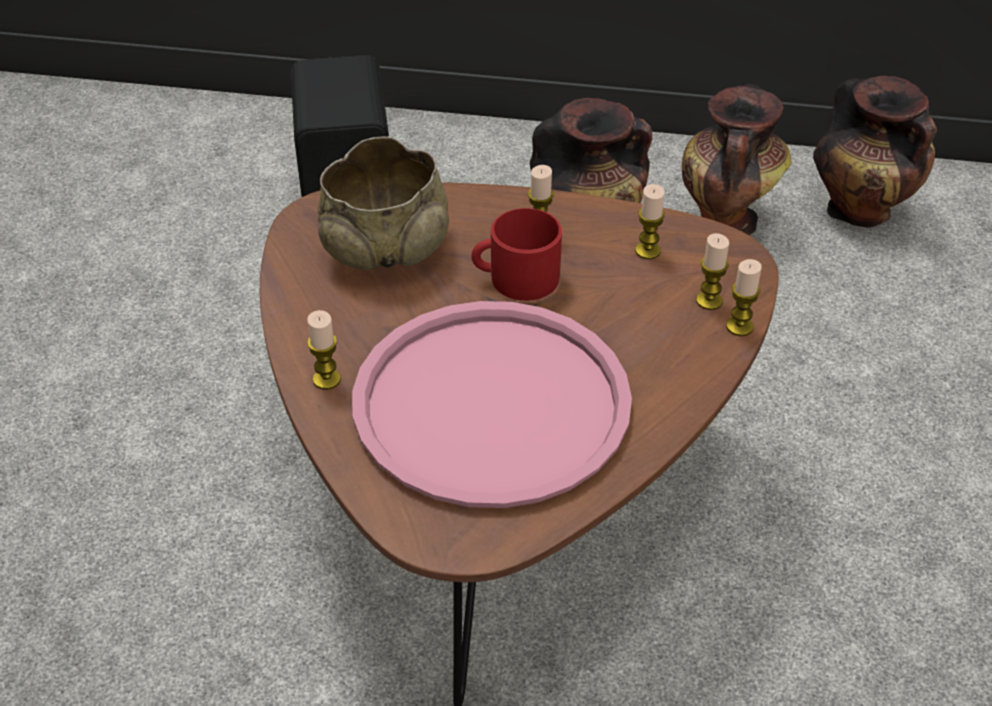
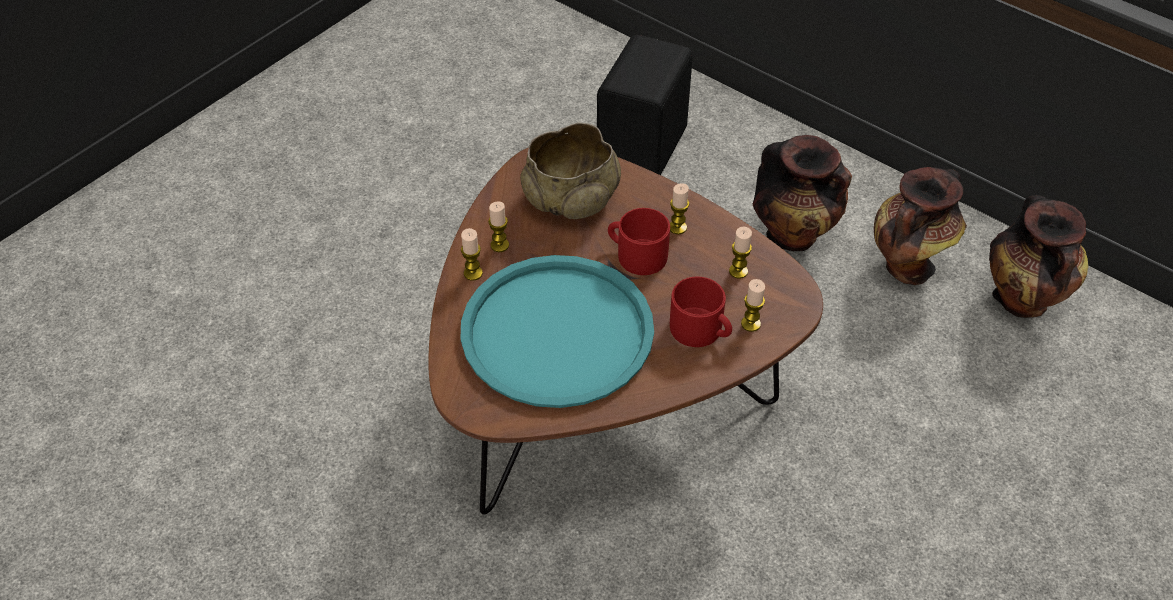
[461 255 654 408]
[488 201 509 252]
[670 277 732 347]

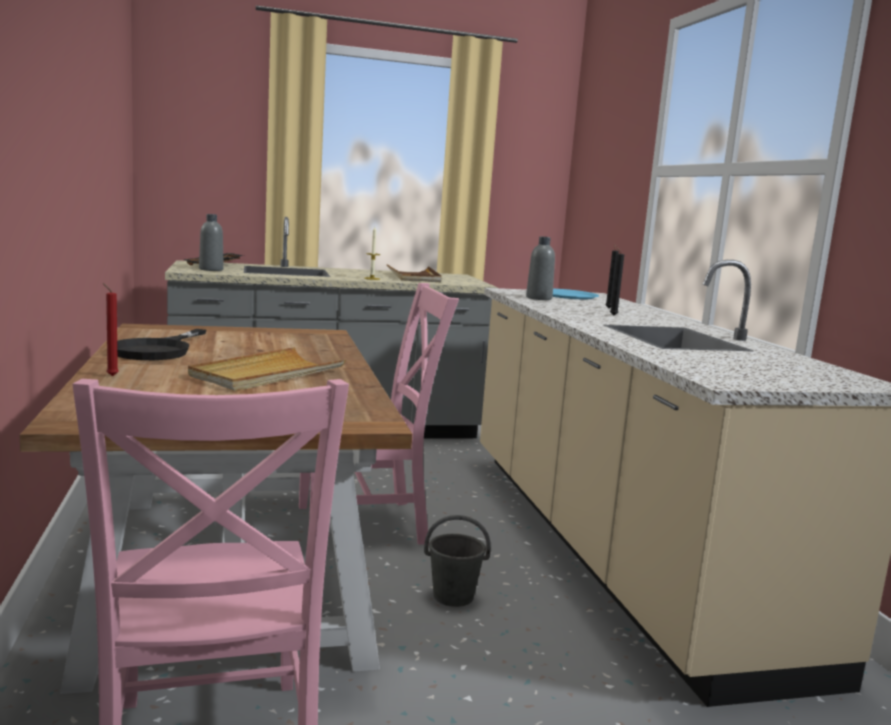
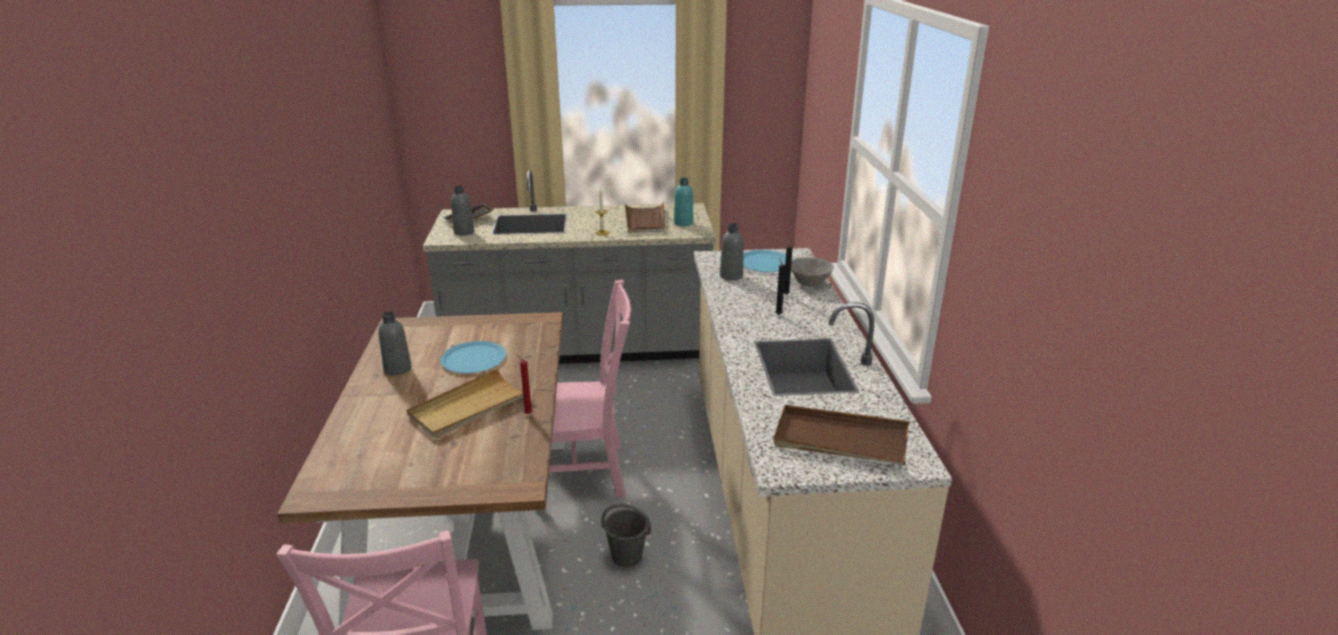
[378 311 412 375]
[440 341 506 373]
[517 354 532 415]
[674 178 694 226]
[774 405 909 465]
[791 257 834 287]

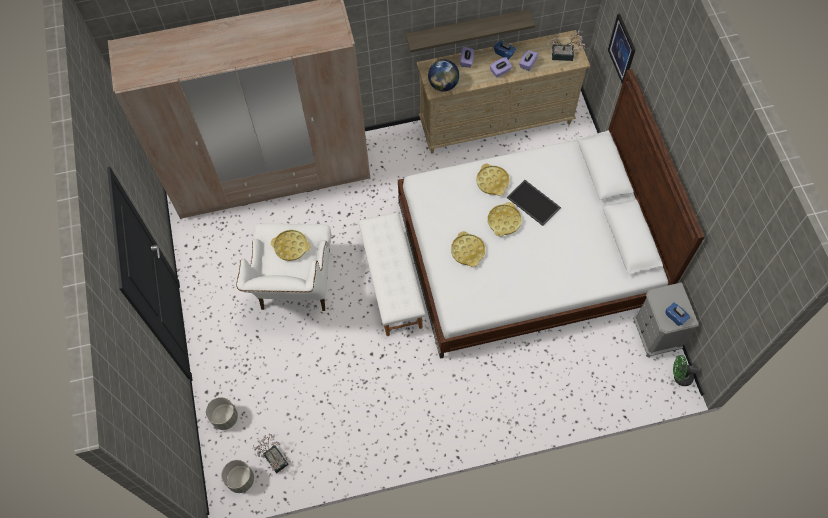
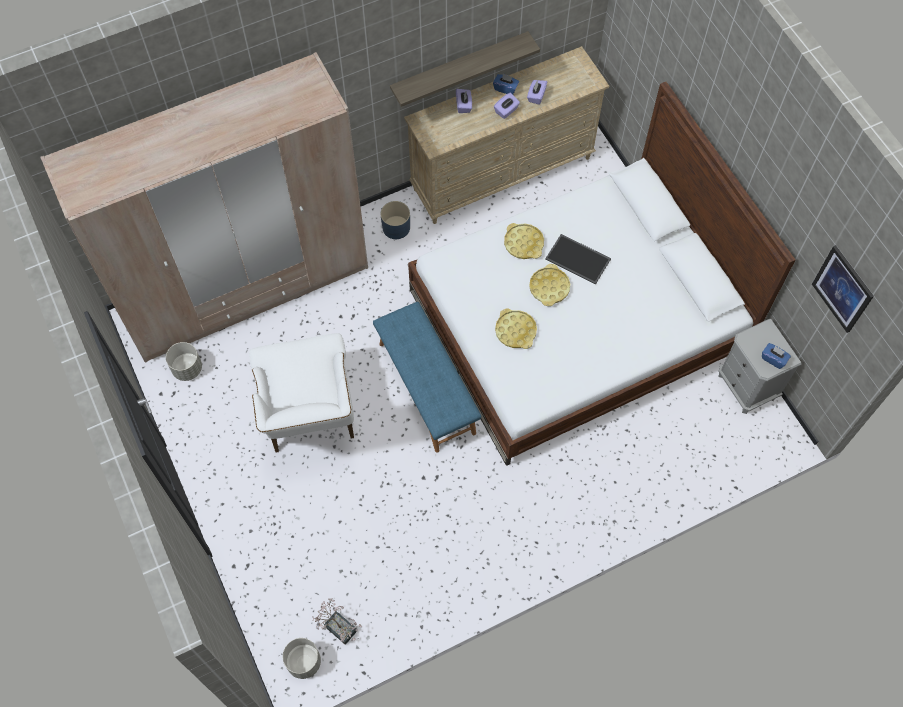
[166 342 202 381]
[373 302 481 453]
[380 201 410 239]
[812 245 874 333]
[270 229 311 261] (first image)
[428 60 459 92] (first image)
[547 31 585 61] (first image)
[673 355 699 386] (first image)

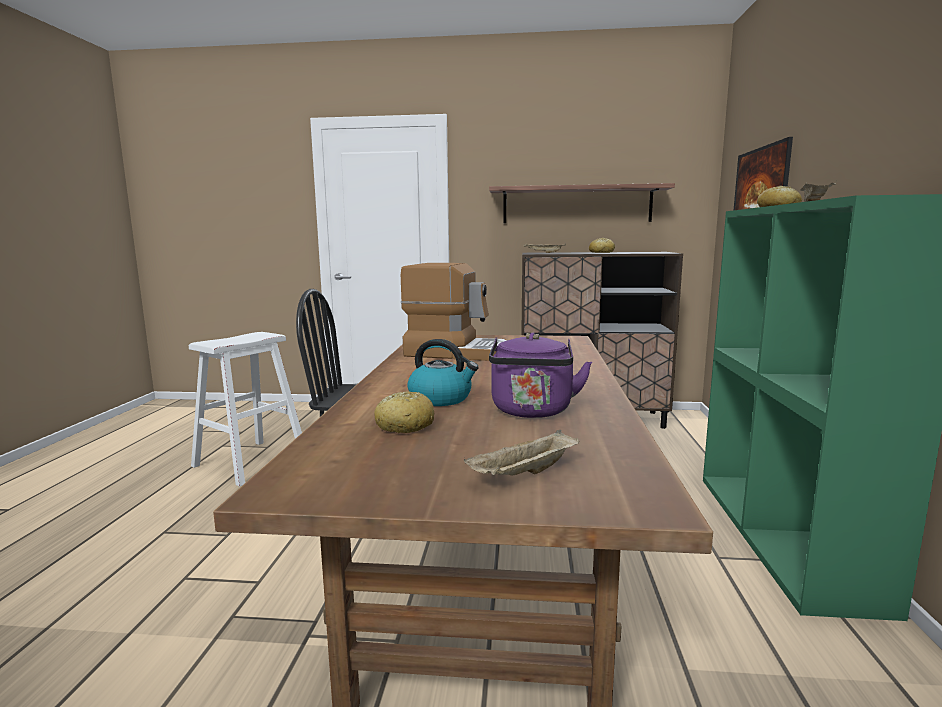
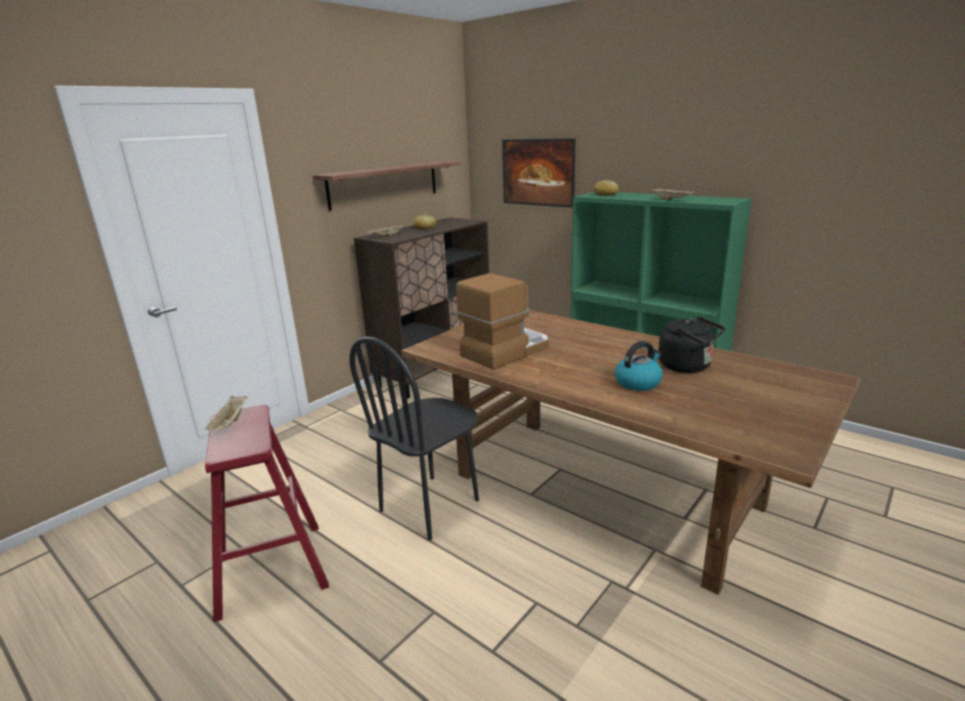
[205 396 248 430]
[205 405 329 622]
[659 316 725 373]
[374 391 434 433] (first image)

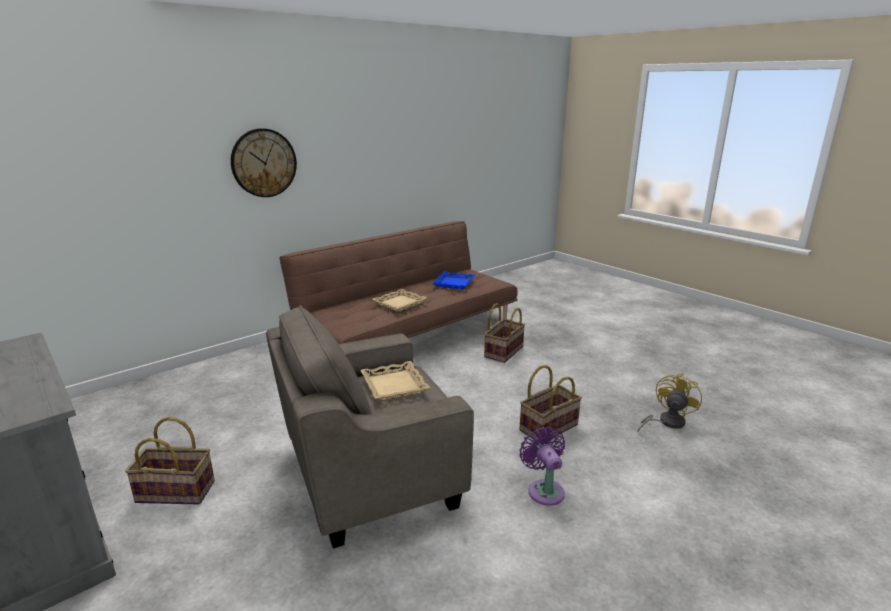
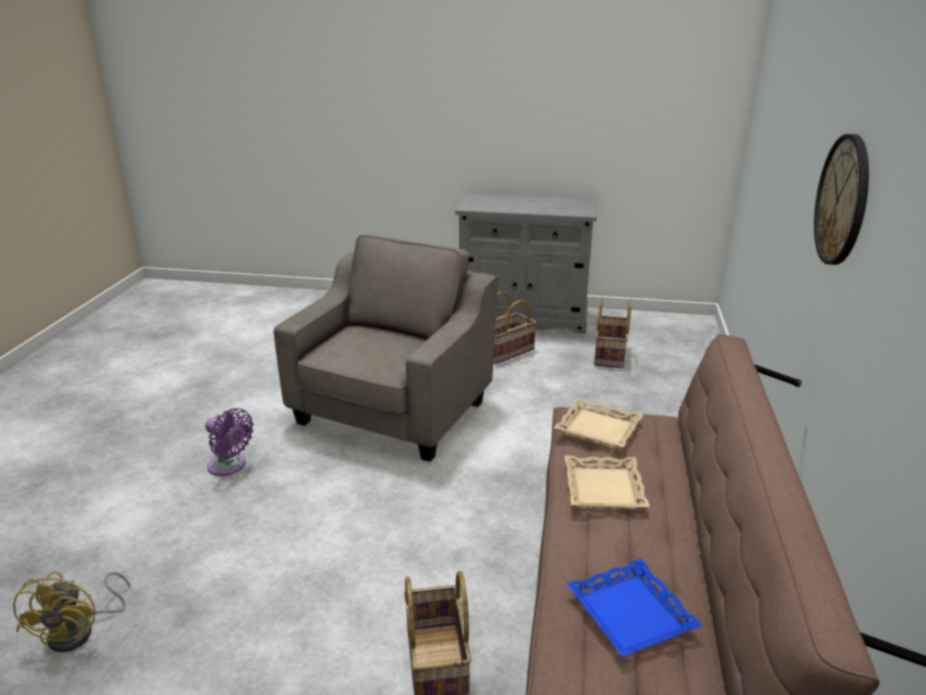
[554 398 643 449]
[594 297 632 368]

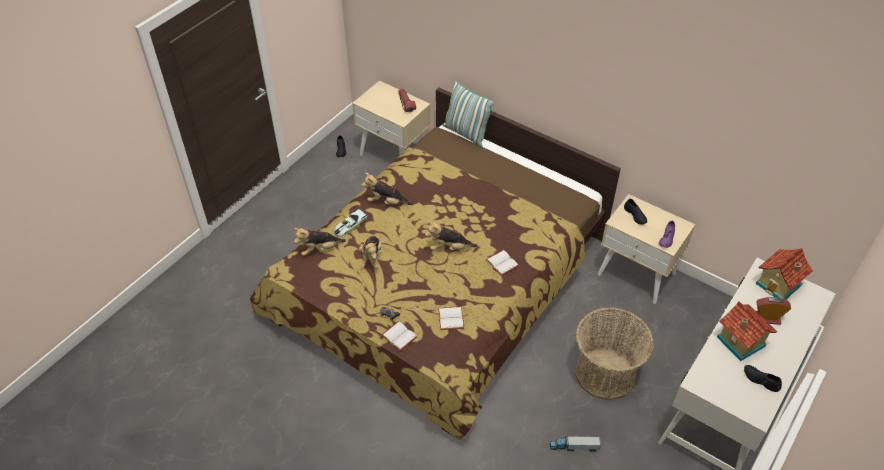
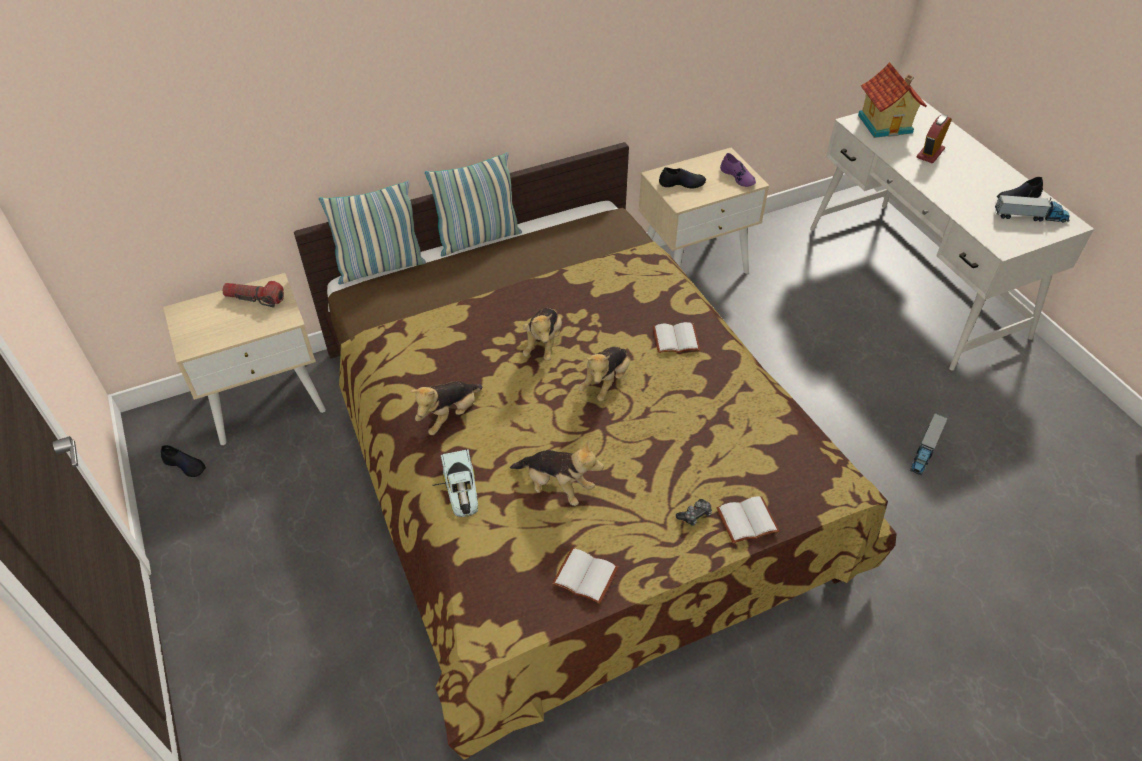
[425 152 522 257]
[523 308 562 361]
[552 548 618 604]
[995 195 1070 223]
[575 308 654 401] (first image)
[717 302 777 361] (first image)

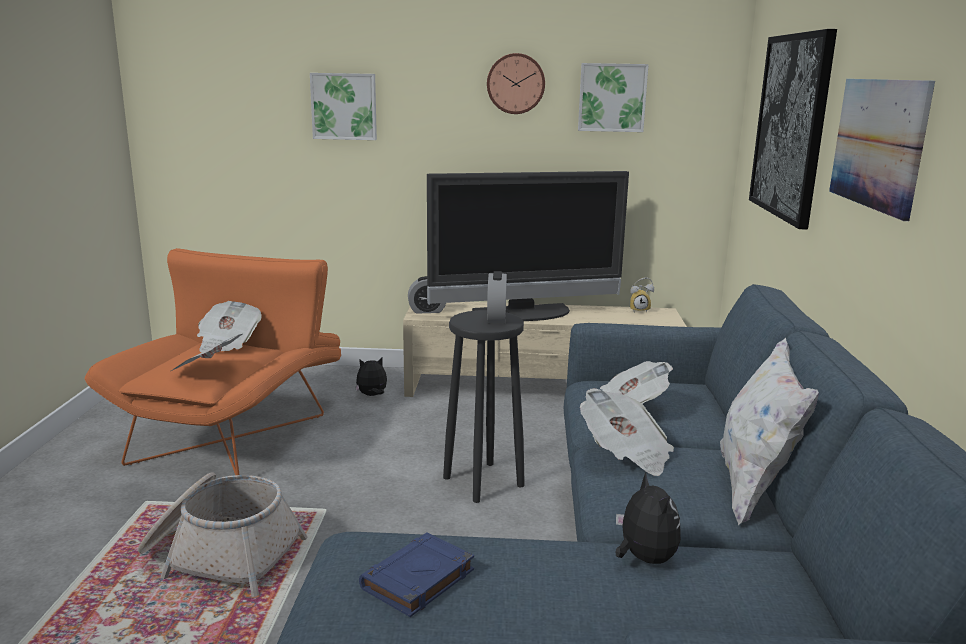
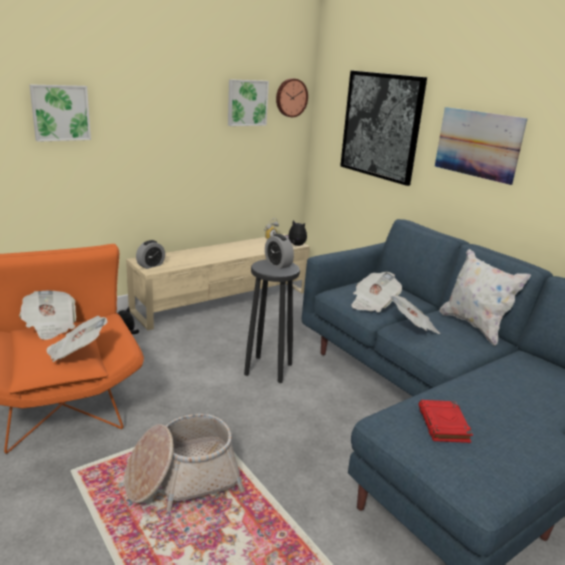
[276 78 308 117]
[285 220 307 246]
[418 400 473 443]
[427 171 629 321] (first image)

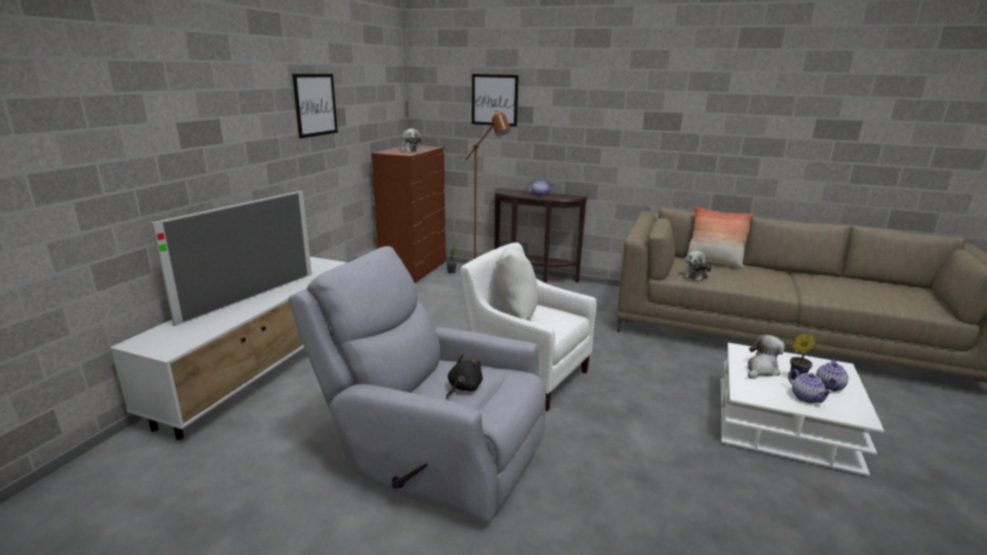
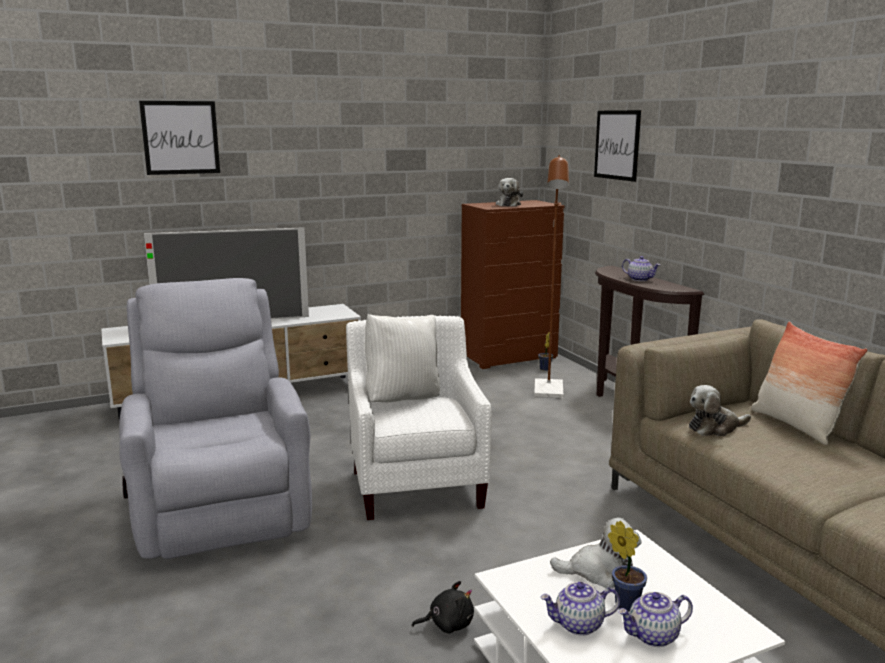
[139 101 220 175]
[412 581 474 633]
[540 582 620 636]

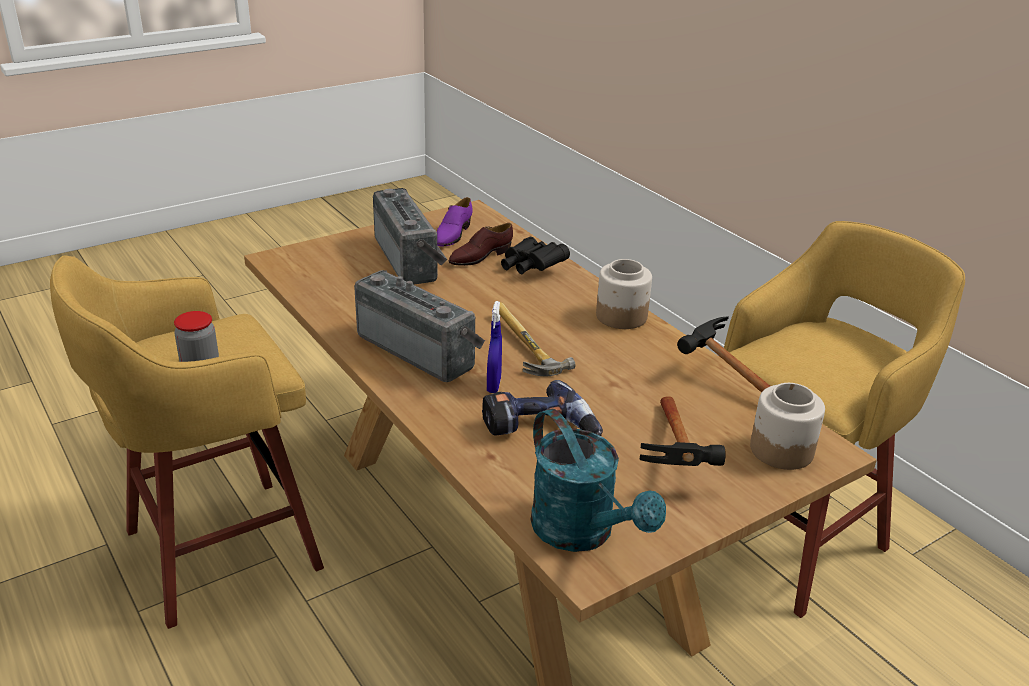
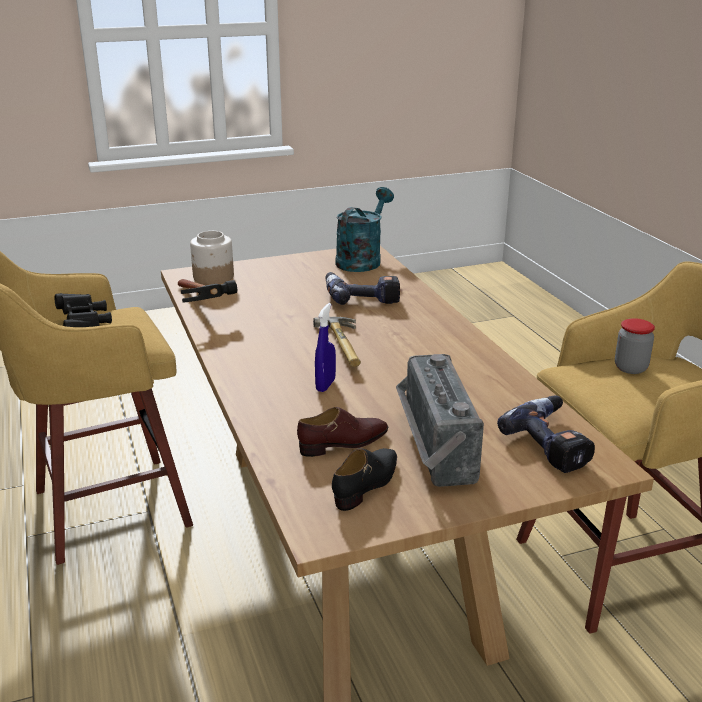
[55 293 112 327]
[315 303 336 392]
[332 448 397 511]
[335 187 394 272]
[497 396 595 473]
[354 270 485 382] (first image)
[596 259 652 329] (first image)
[640 396 726 466] (first image)

